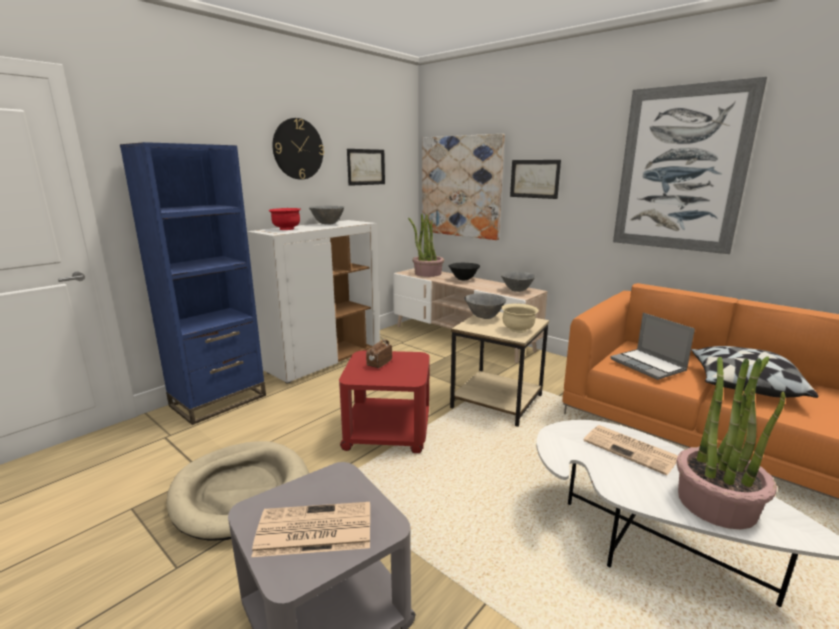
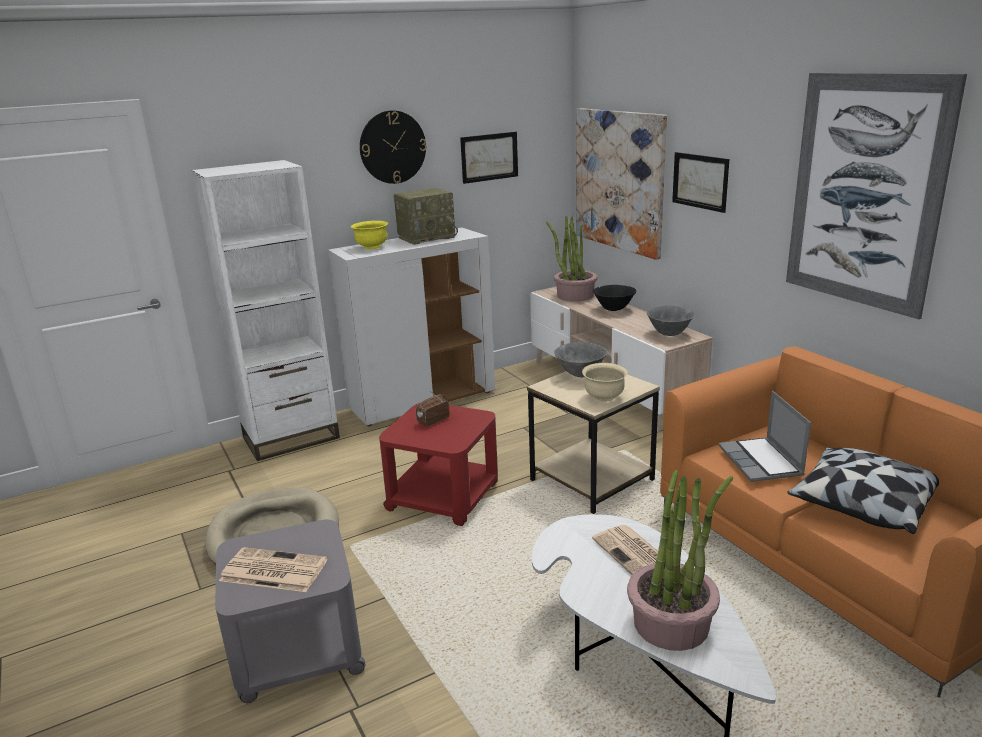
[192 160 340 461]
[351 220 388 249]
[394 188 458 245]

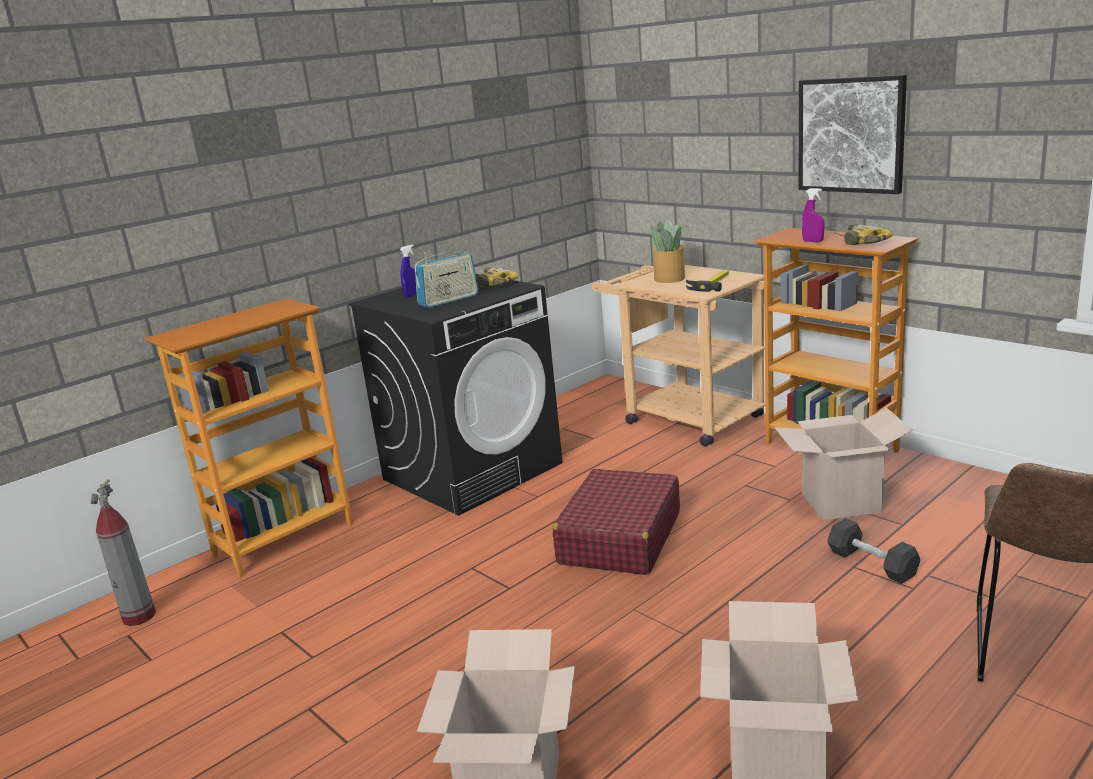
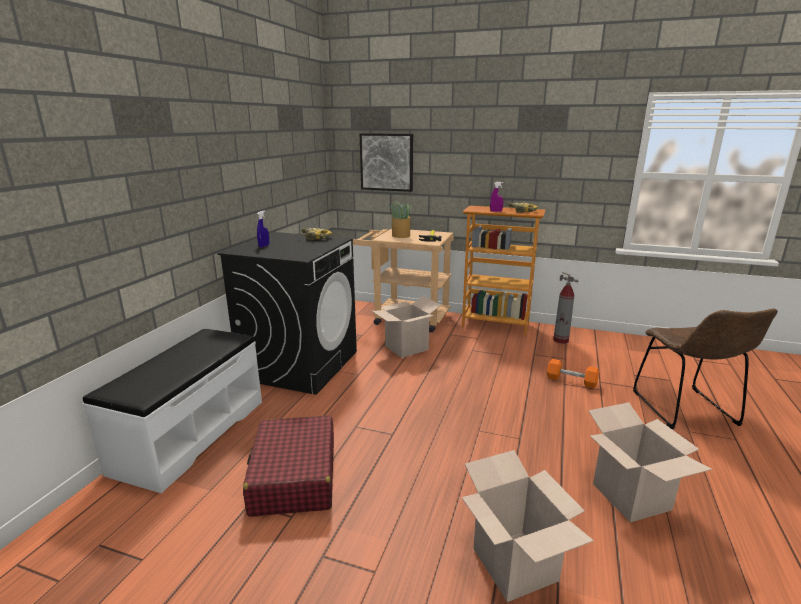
[83 329 262 493]
[243 416 334 517]
[360 133 413 192]
[372 296 441 358]
[547 359 599 389]
[553 272 579 344]
[415 252 479 308] (first image)

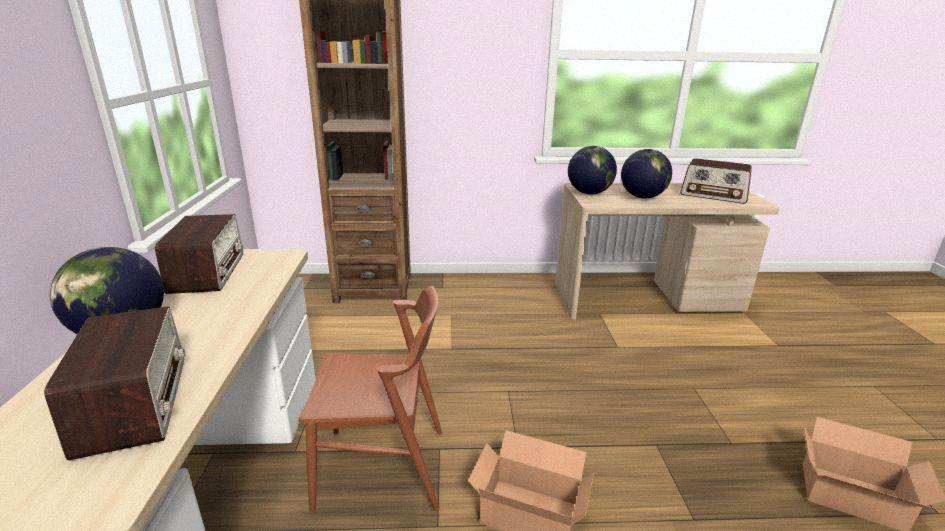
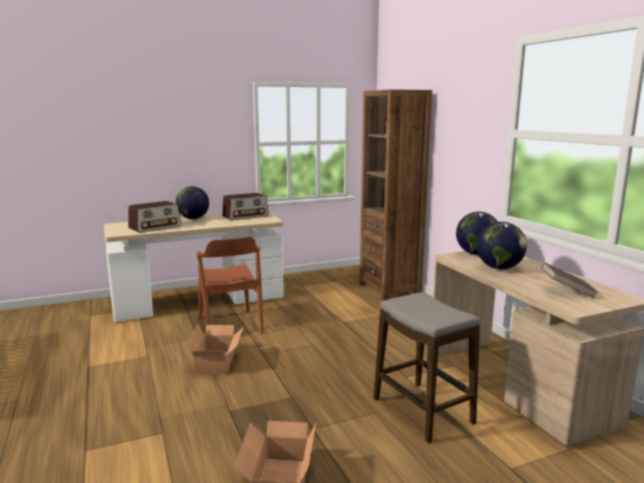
[374 292 480 443]
[541 262 598 298]

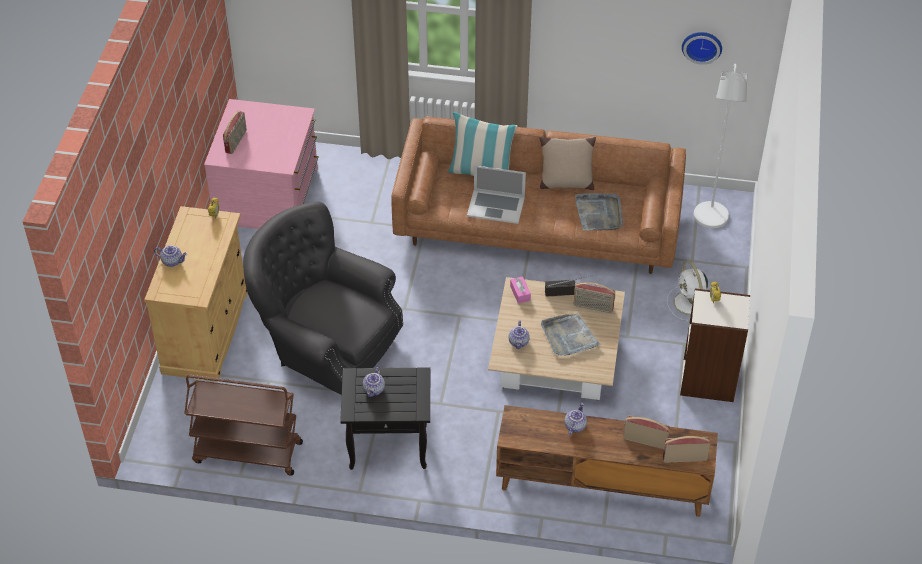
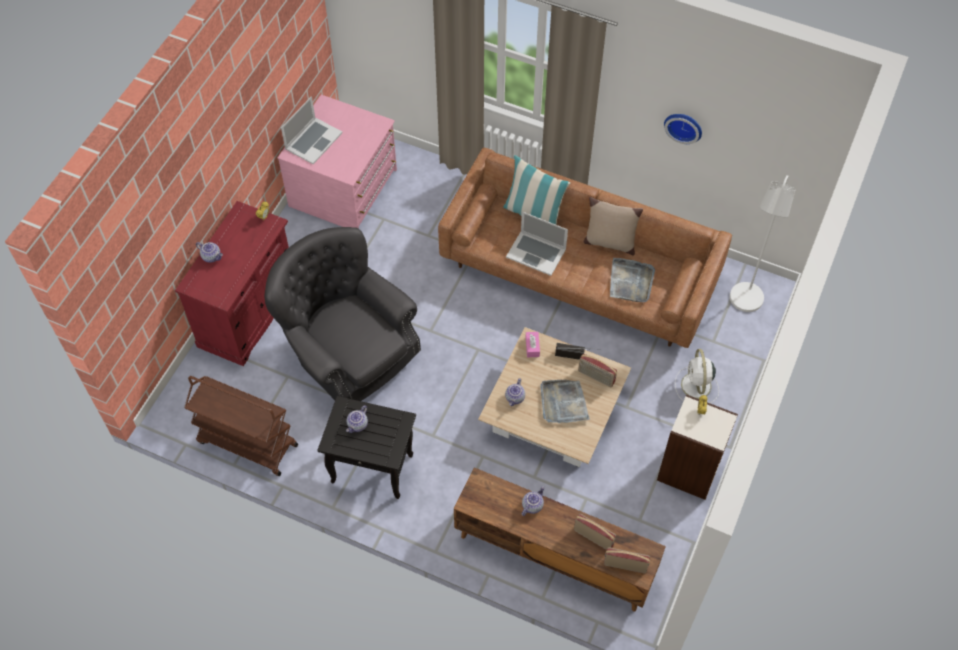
[175 201 289 366]
[281 96 342 164]
[664 114 702 144]

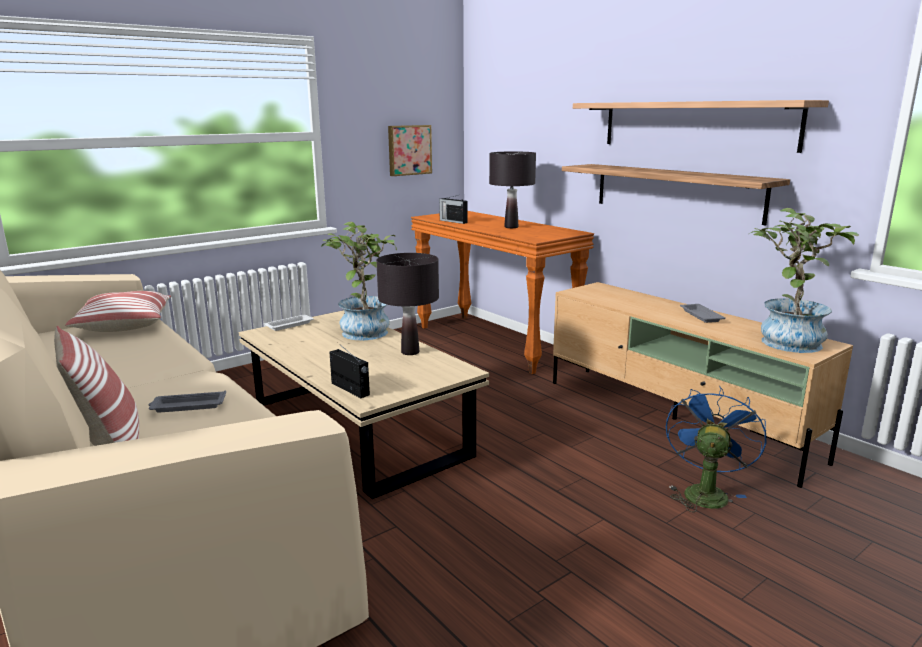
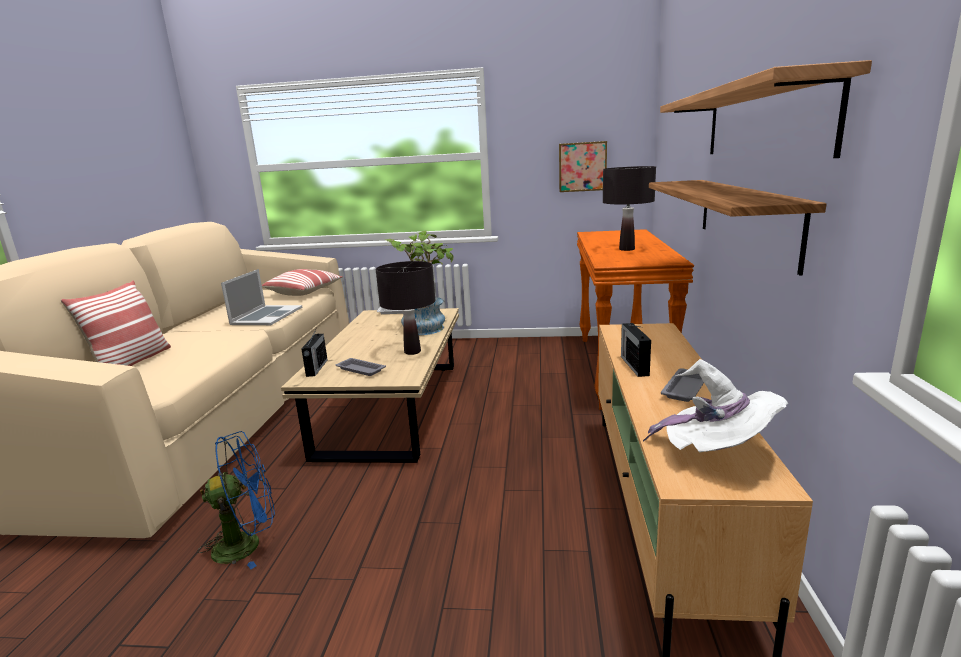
[197 431 275 569]
[221 269 302 325]
[336 358 386 376]
[621 323 651 377]
[643 359 788 452]

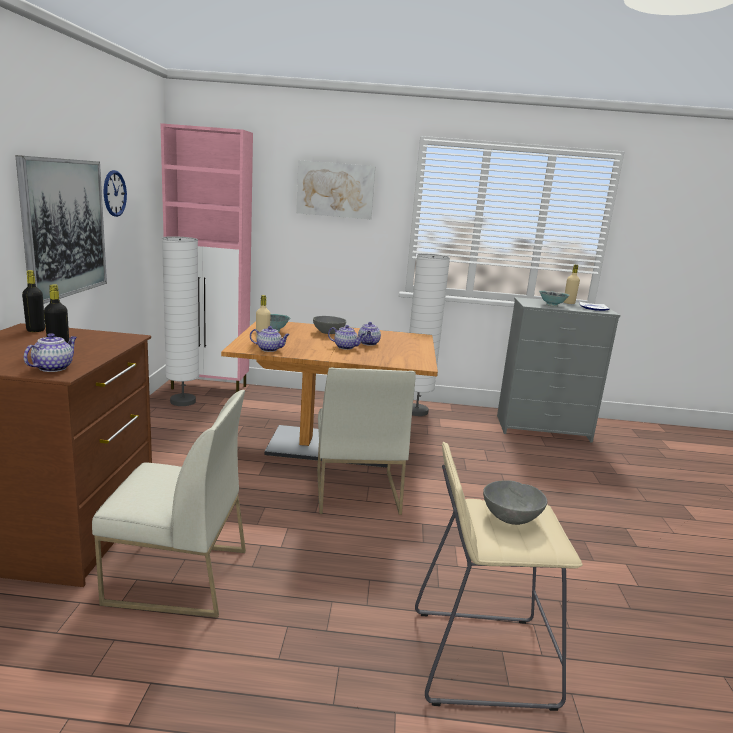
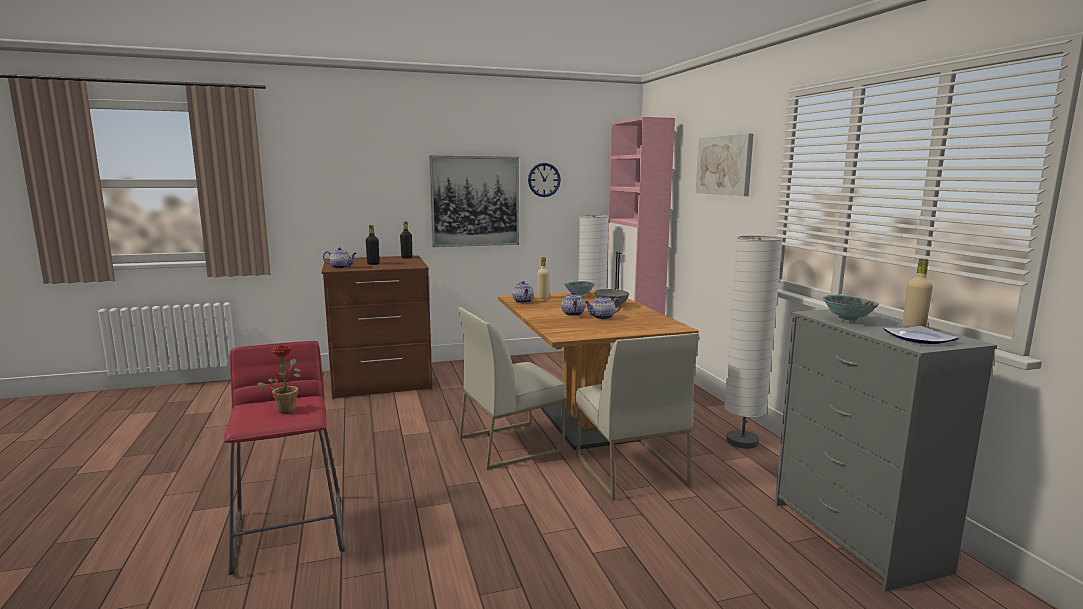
[223 341 345 575]
[257 345 301 413]
[576 333 699 501]

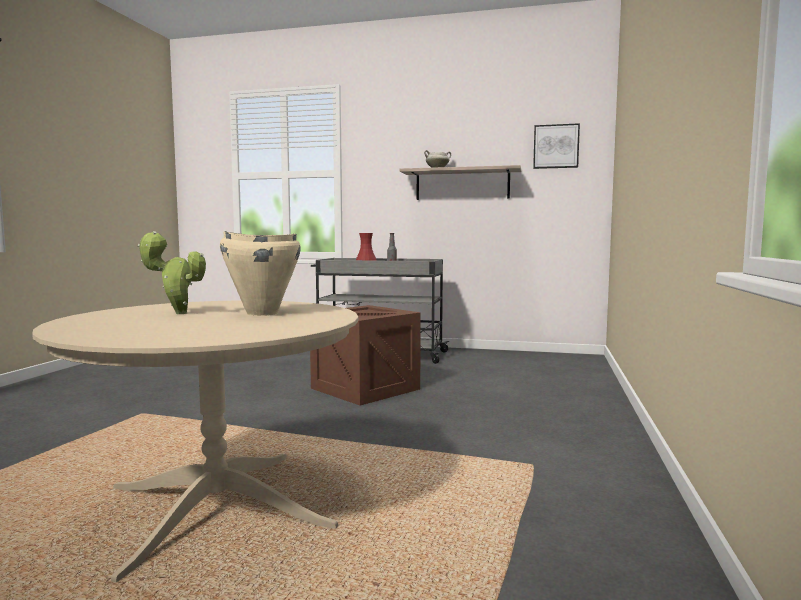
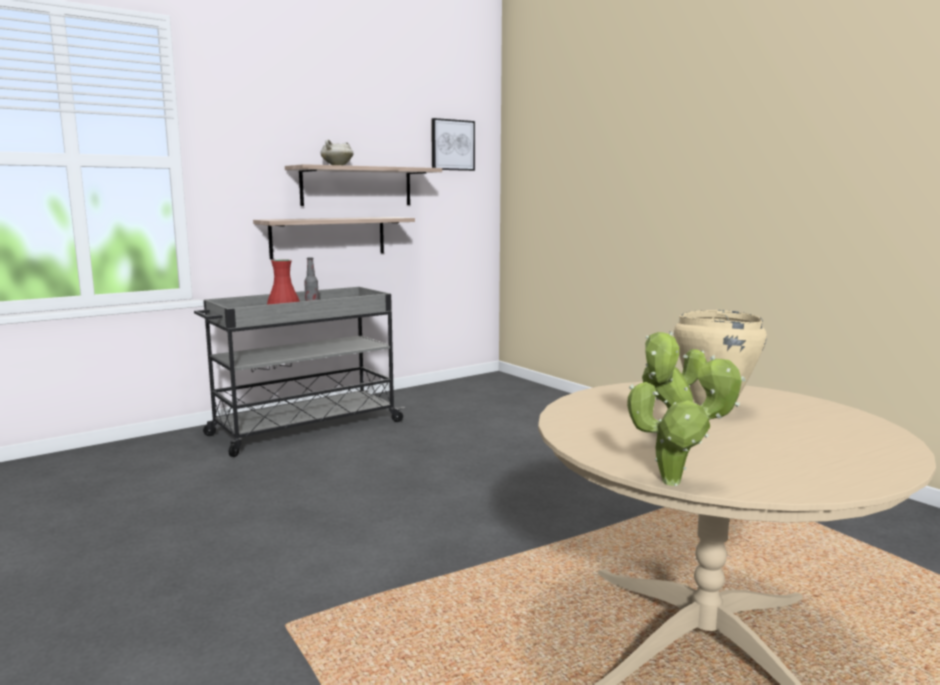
[253 217 415 259]
[627 355 746 486]
[310 305 421 405] (first image)

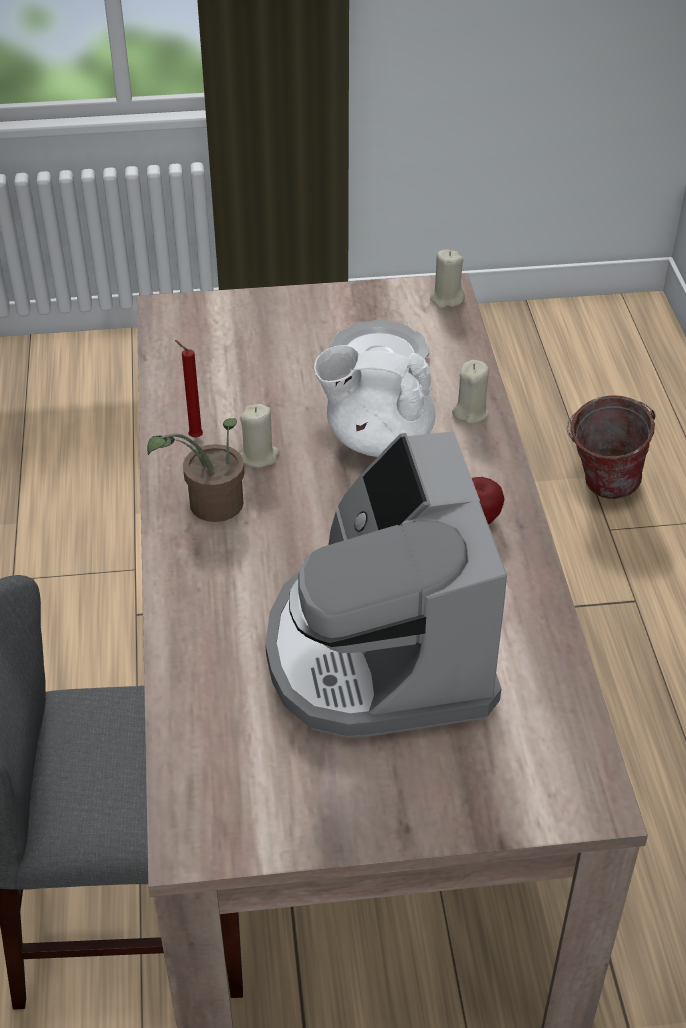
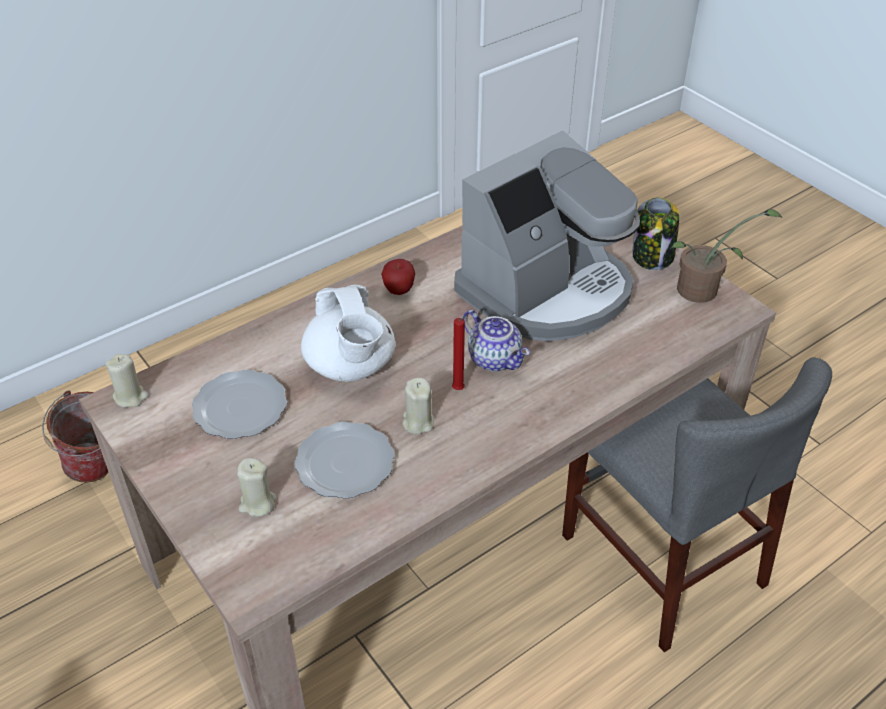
[237 458 276 517]
[294 422 395 499]
[452 318 465 390]
[463 310 530 371]
[632 197 680 270]
[671 209 782 303]

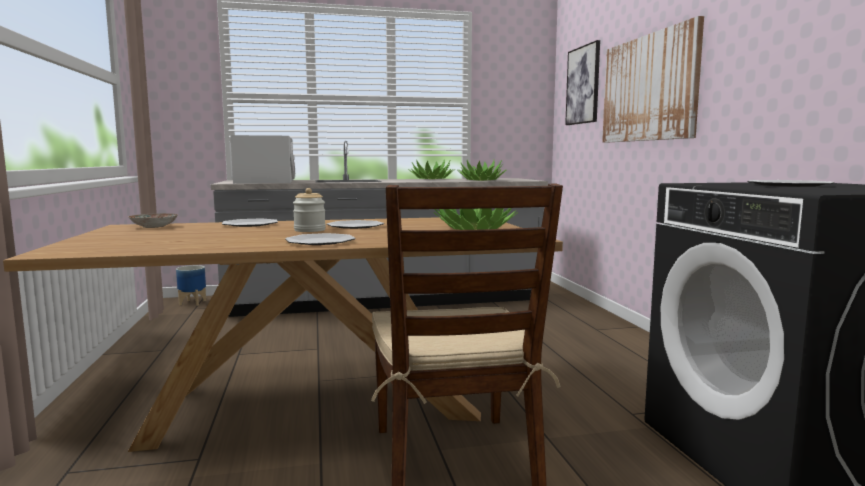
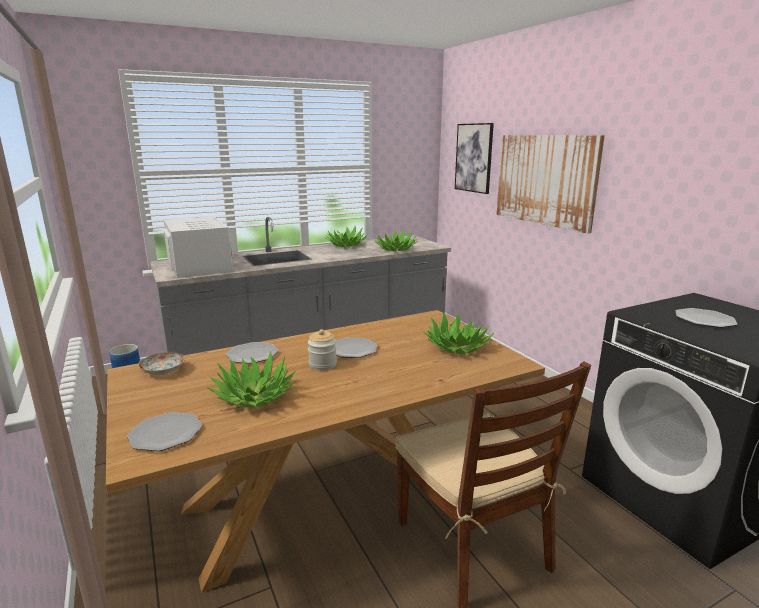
[127 412 202 451]
[207 351 297 407]

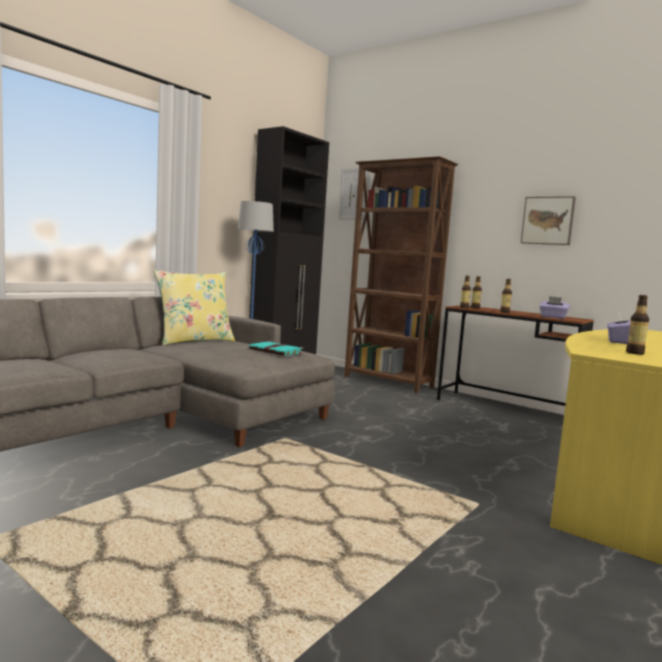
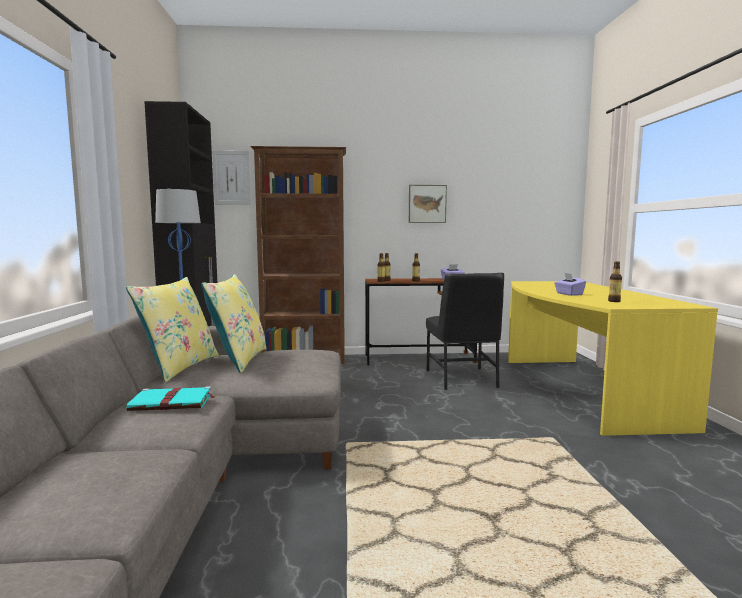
[126 386 216 411]
[201 274 266 373]
[426 273 504 390]

